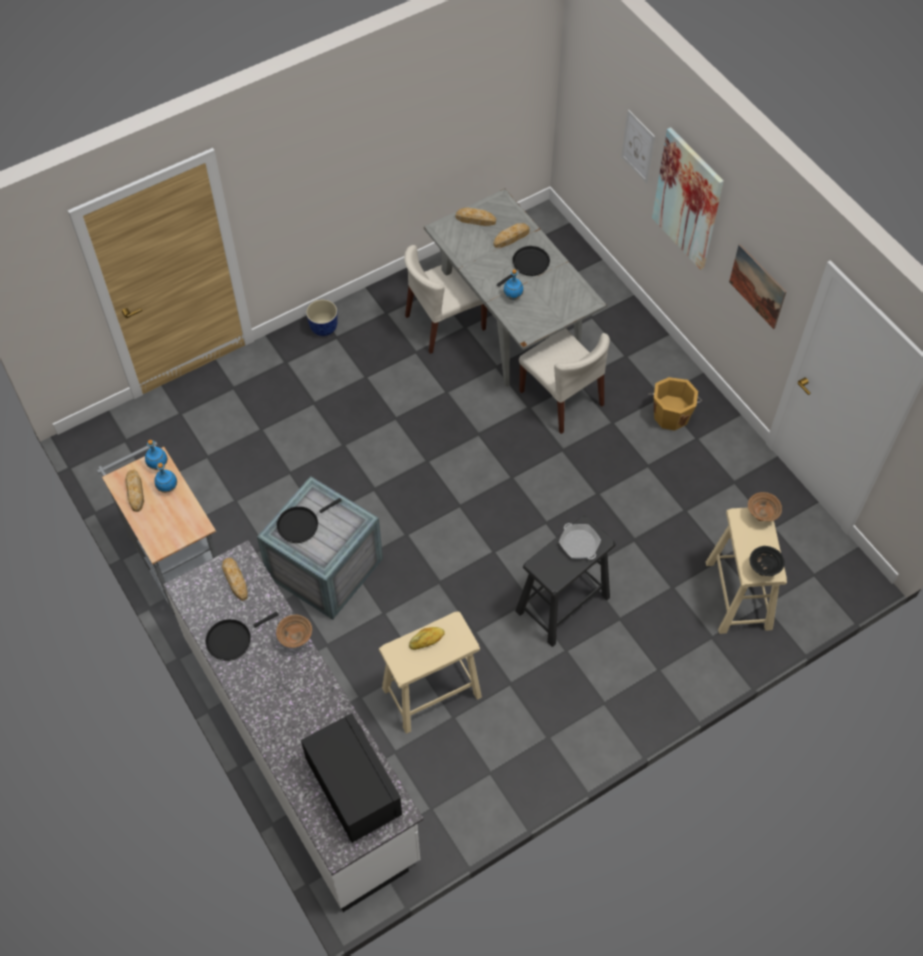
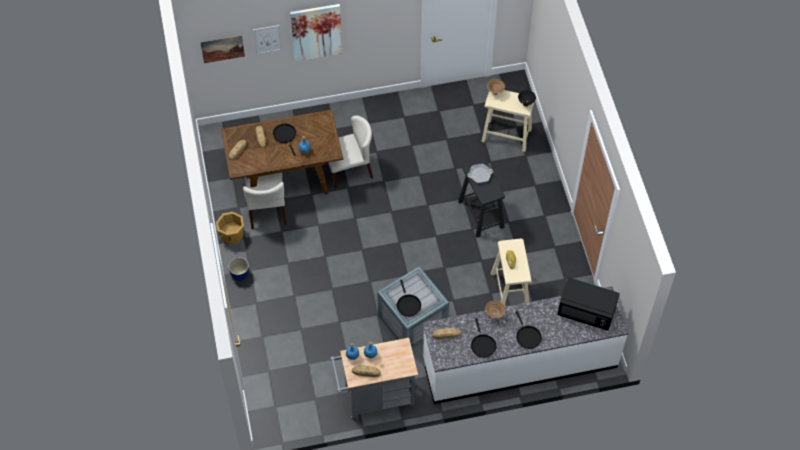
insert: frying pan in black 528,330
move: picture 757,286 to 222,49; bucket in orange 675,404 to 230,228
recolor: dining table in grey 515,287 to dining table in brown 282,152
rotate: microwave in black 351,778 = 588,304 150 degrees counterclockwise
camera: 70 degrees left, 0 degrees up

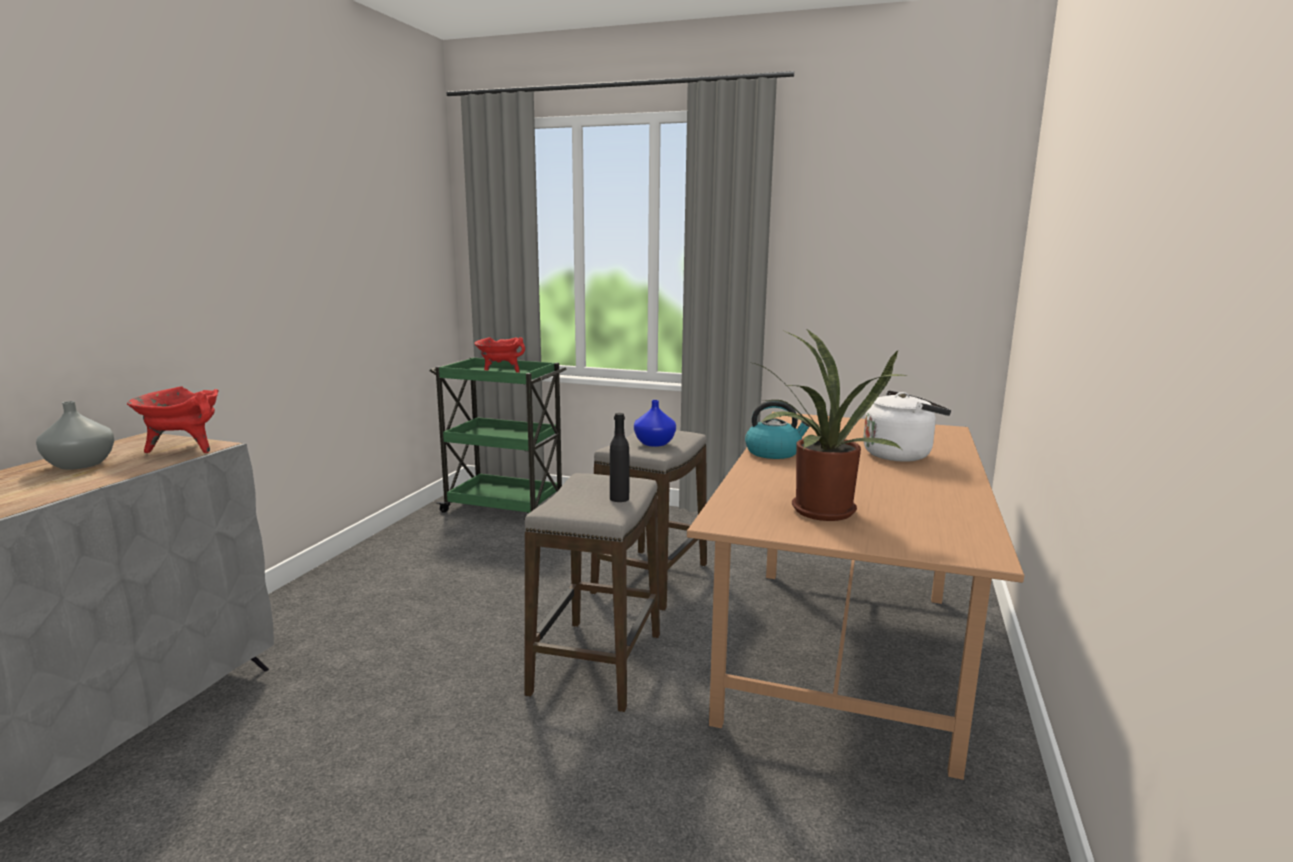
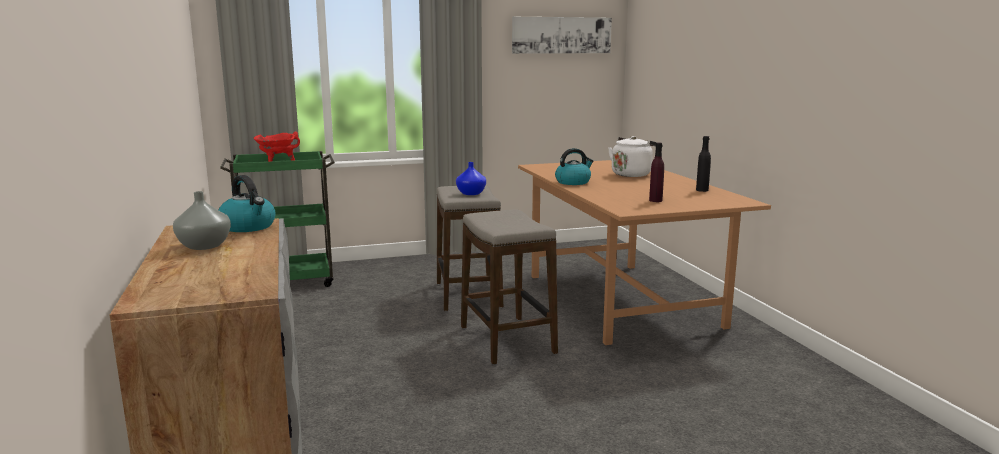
insert: picture 562,35
move: bottle in black 619,457 to 703,164
replace: potted plant 828,425 to bottle in purple 656,172; cooking pot in red 173,419 to kettle 247,203
camera: 35 degrees left, 0 degrees up

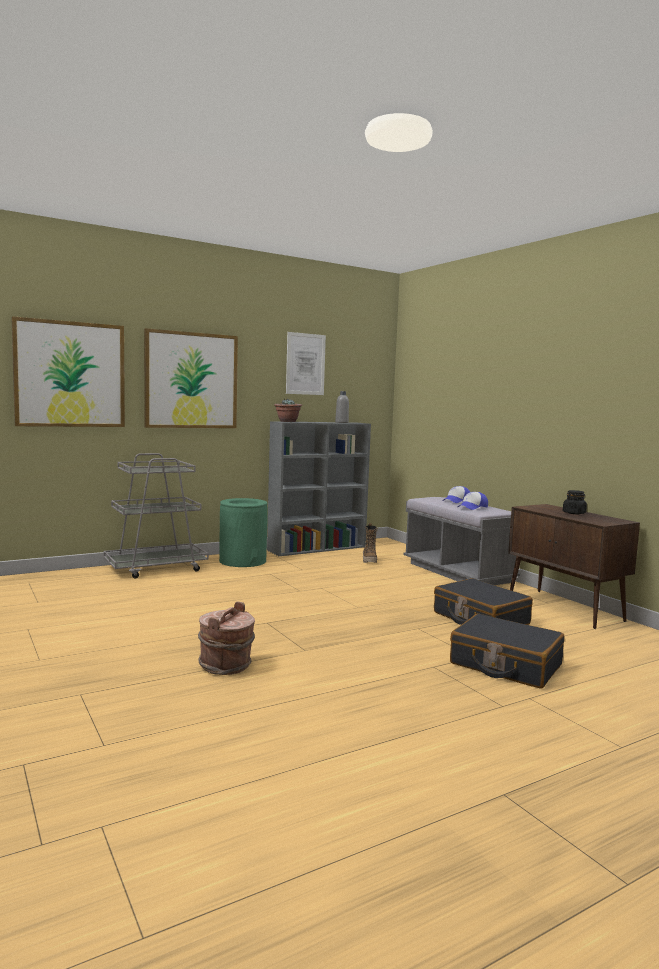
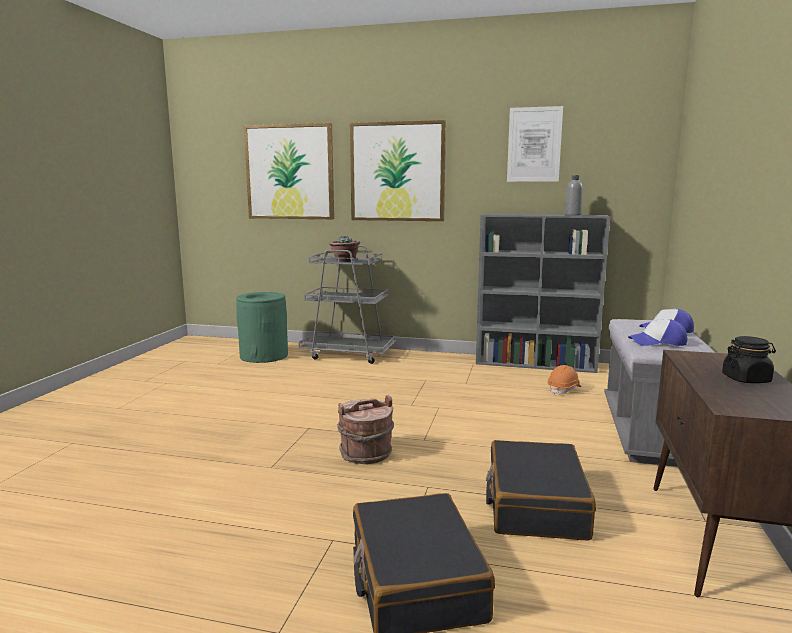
move: potted plant 288,410 to 344,249; trash can in green 243,532 to 262,327; bucket in brown 226,638 to 365,429
replace: boot 370,543 to hard hat in orange 564,380
camera: 45 degrees right, 5 degrees up

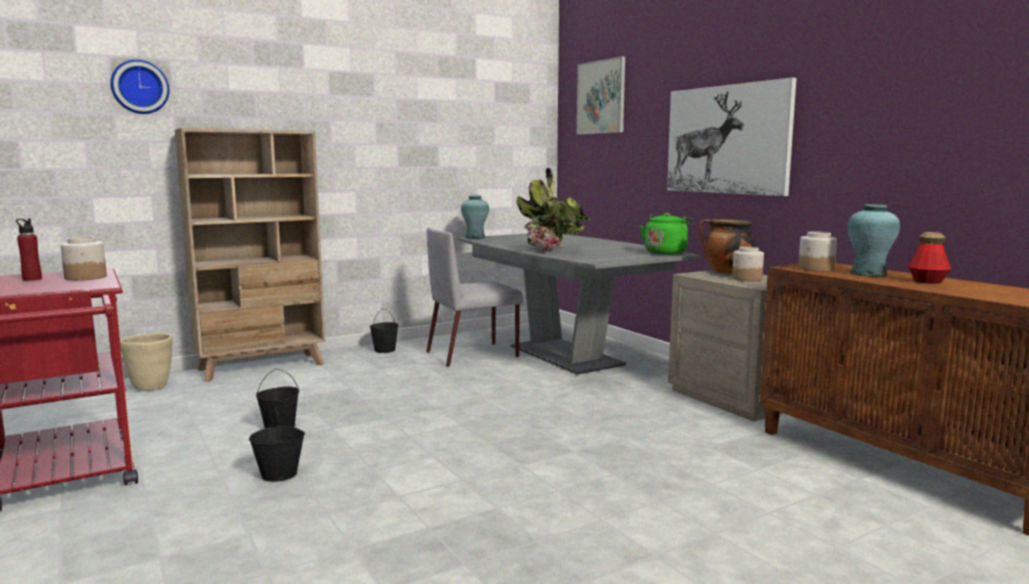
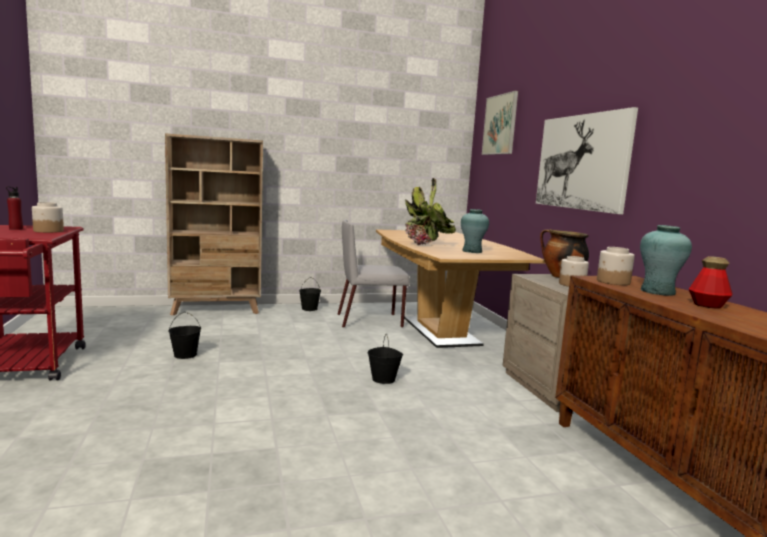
delete: wall clock 139,87; kettle in green 667,234; planter in beige 146,362
move: vase in turquoise 475,217 to 475,231; bucket in black 277,444 to 386,358
recolor: dining table in grey 579,304 to dining table in brown 460,288
camera: 15 degrees right, 0 degrees up

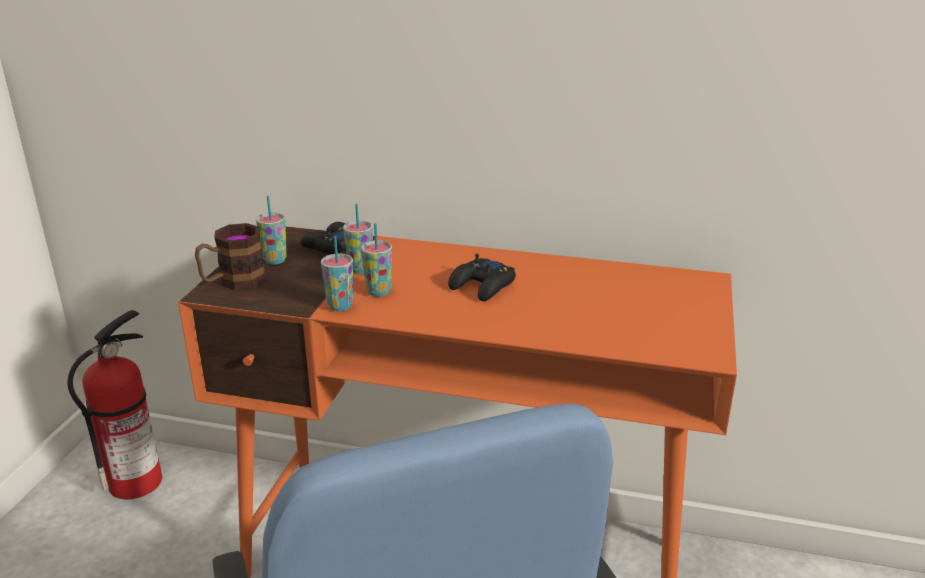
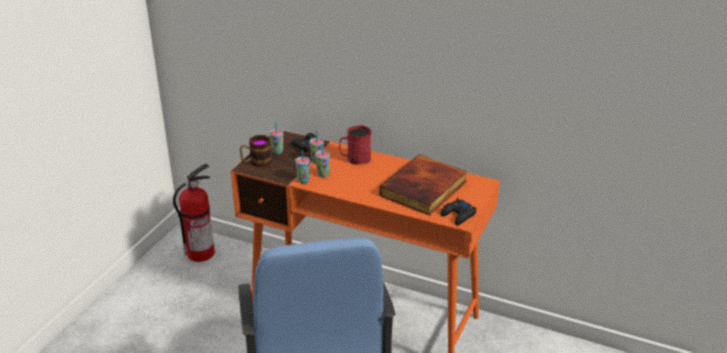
insert: mug in red 355,145; book 423,185
move: game controller in black 482,277 to 458,211
camera: 10 degrees right, 5 degrees up

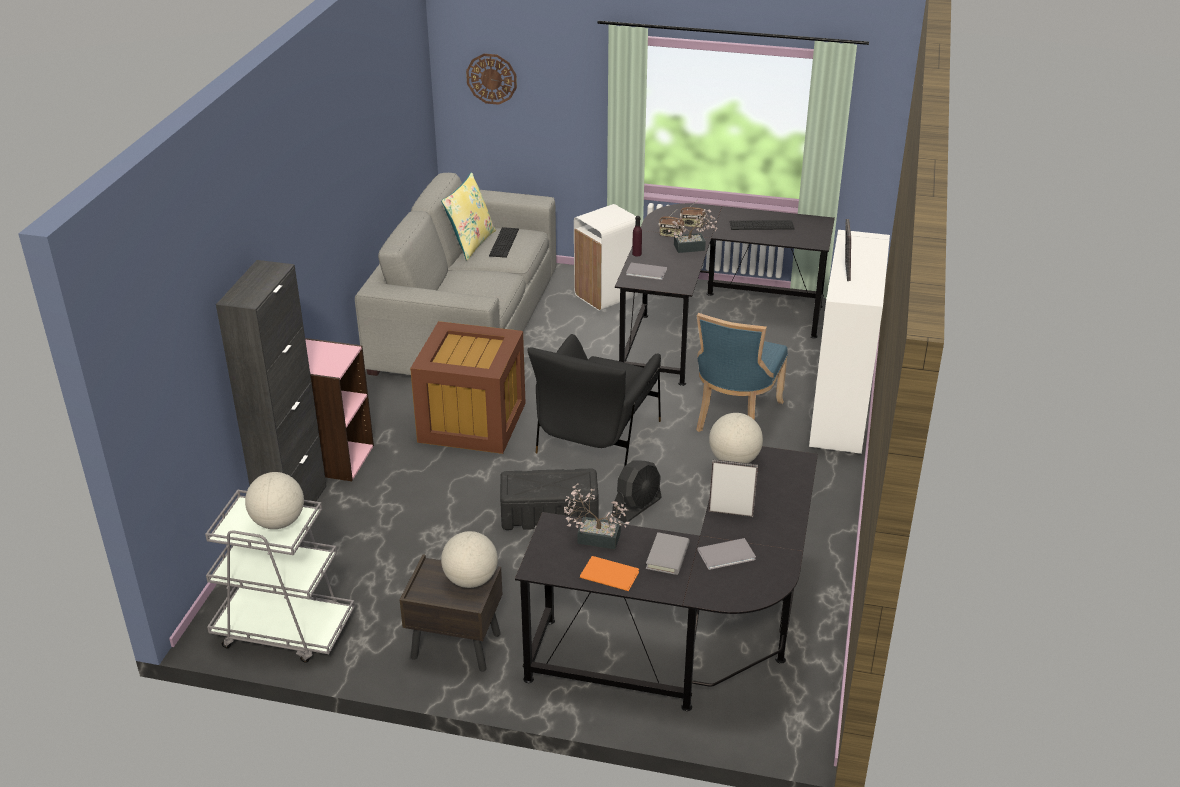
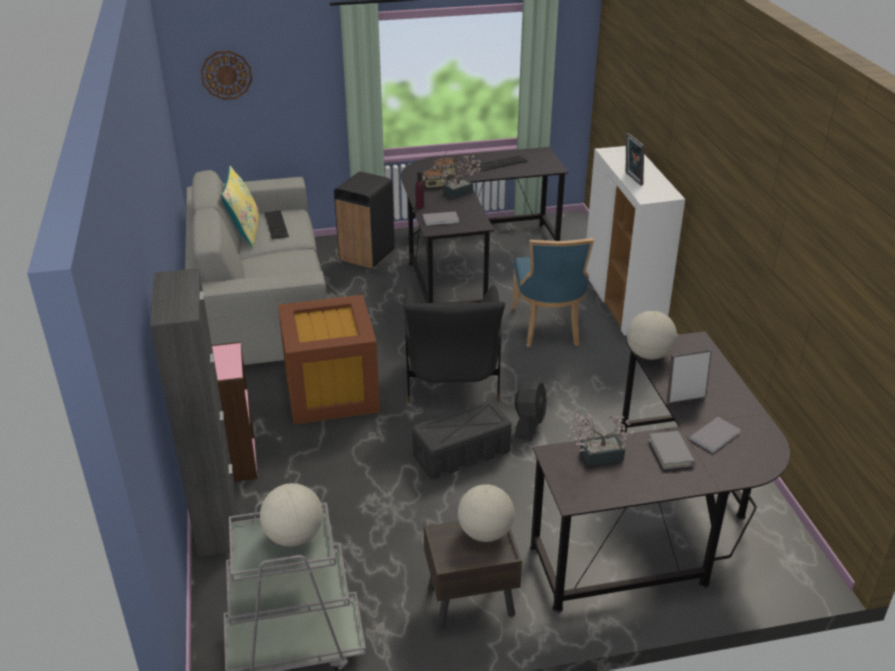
delete: book in orange 609,573
recolor: trash can in white 606,257 to trash can in black 364,220
camera: 25 degrees left, 0 degrees up

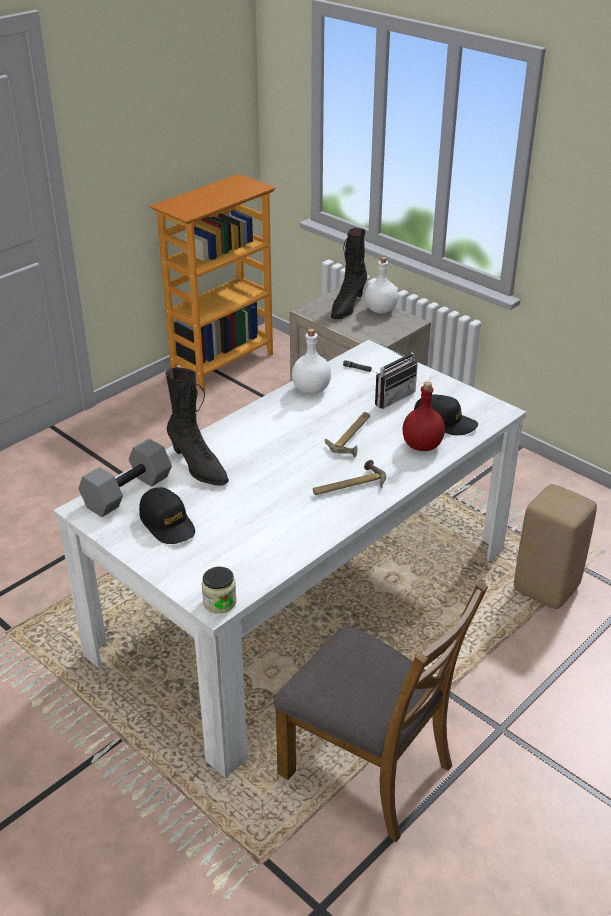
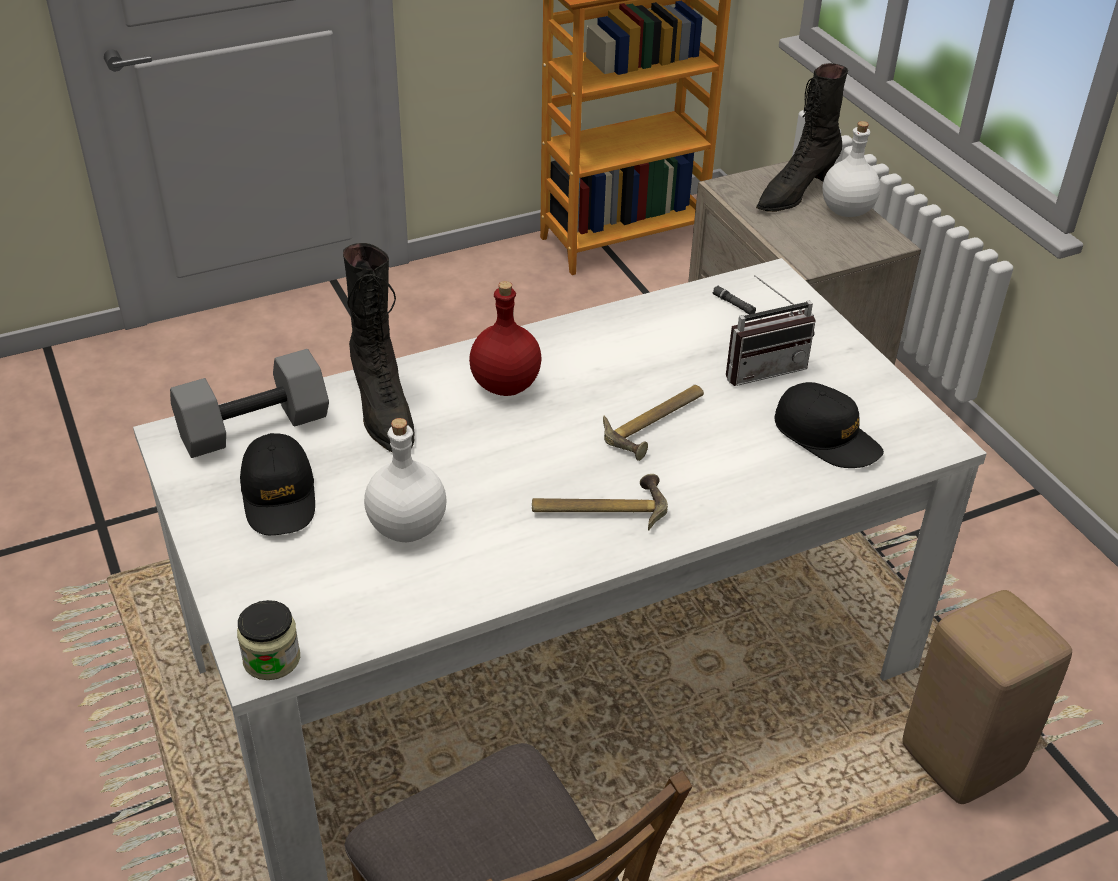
move: bottle in white 311,361 to 405,480; bottle in red 424,416 to 505,338
camera: 20 degrees right, 5 degrees up

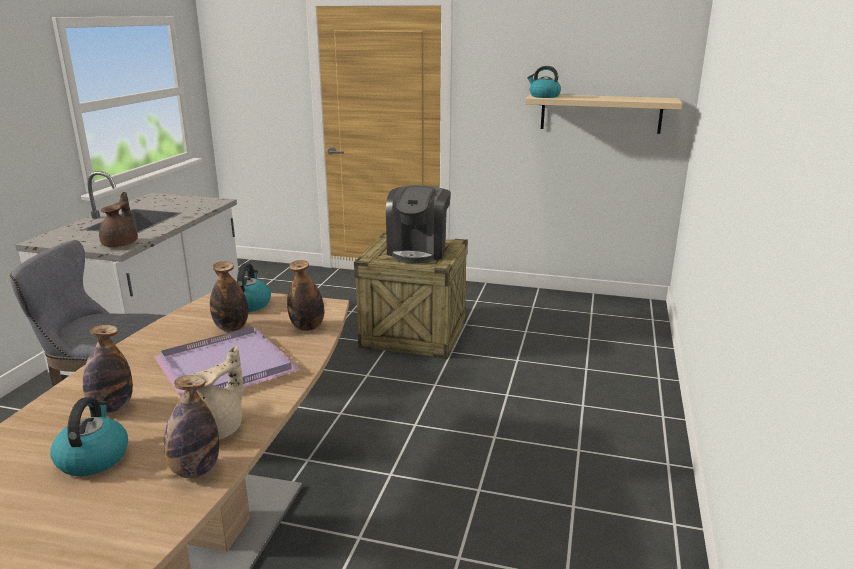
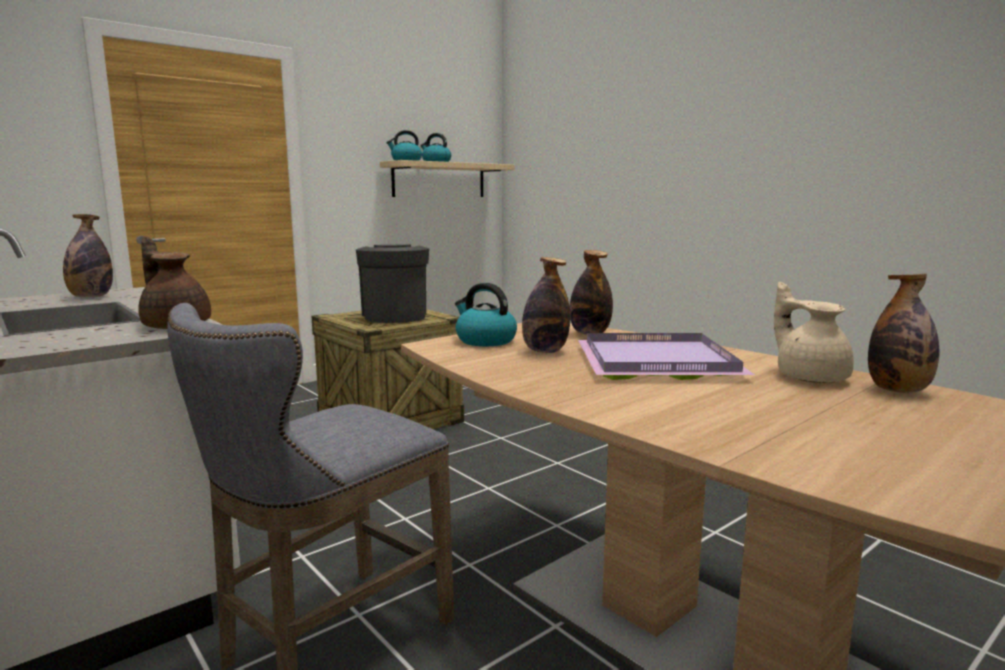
move: bottle 108,369 to 88,255; kettle 89,436 to 436,147
rotate: coffee machine 418,224 = 392,283 150 degrees counterclockwise
camera: 55 degrees left, 10 degrees down

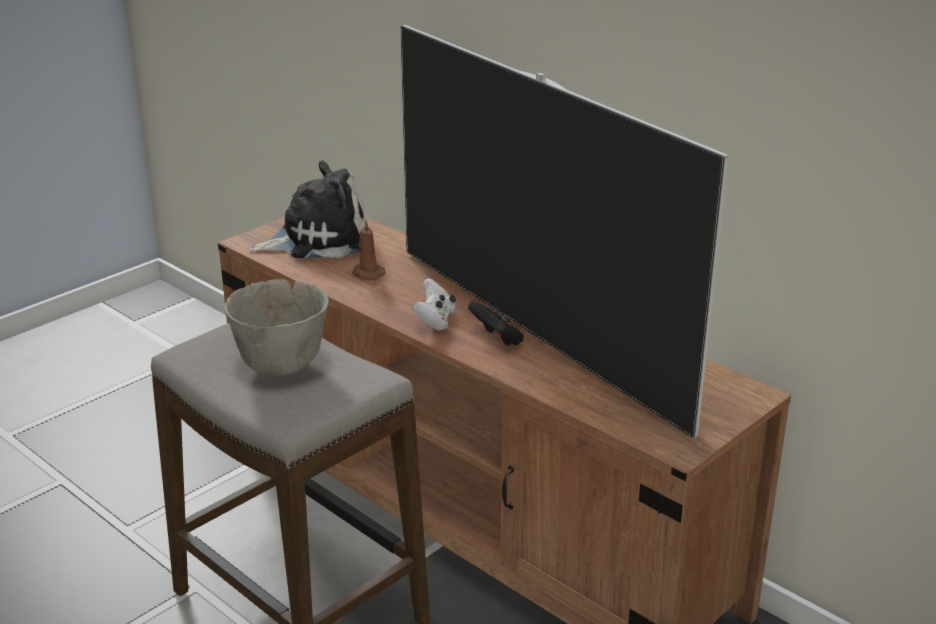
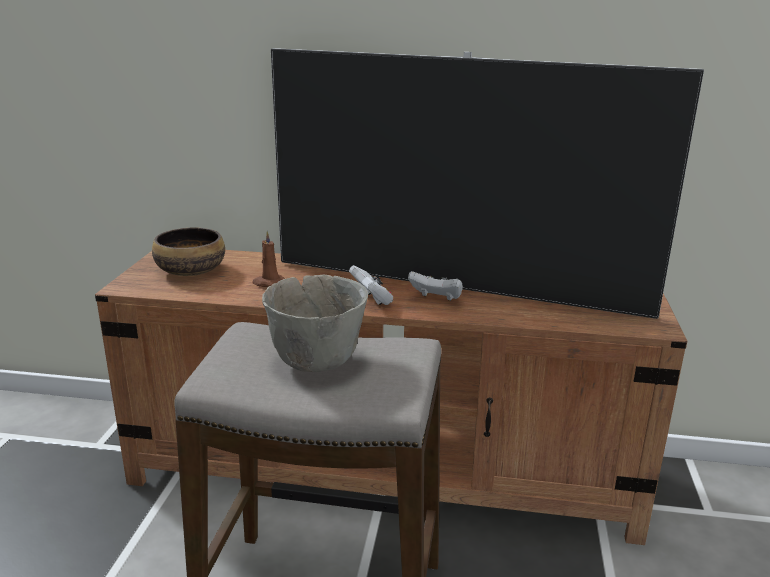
replace: plush toy 307,209 to bowl 188,251
recolor: game controller in black 496,323 to game controller in white 435,286
camera: 35 degrees left, 5 degrees down

